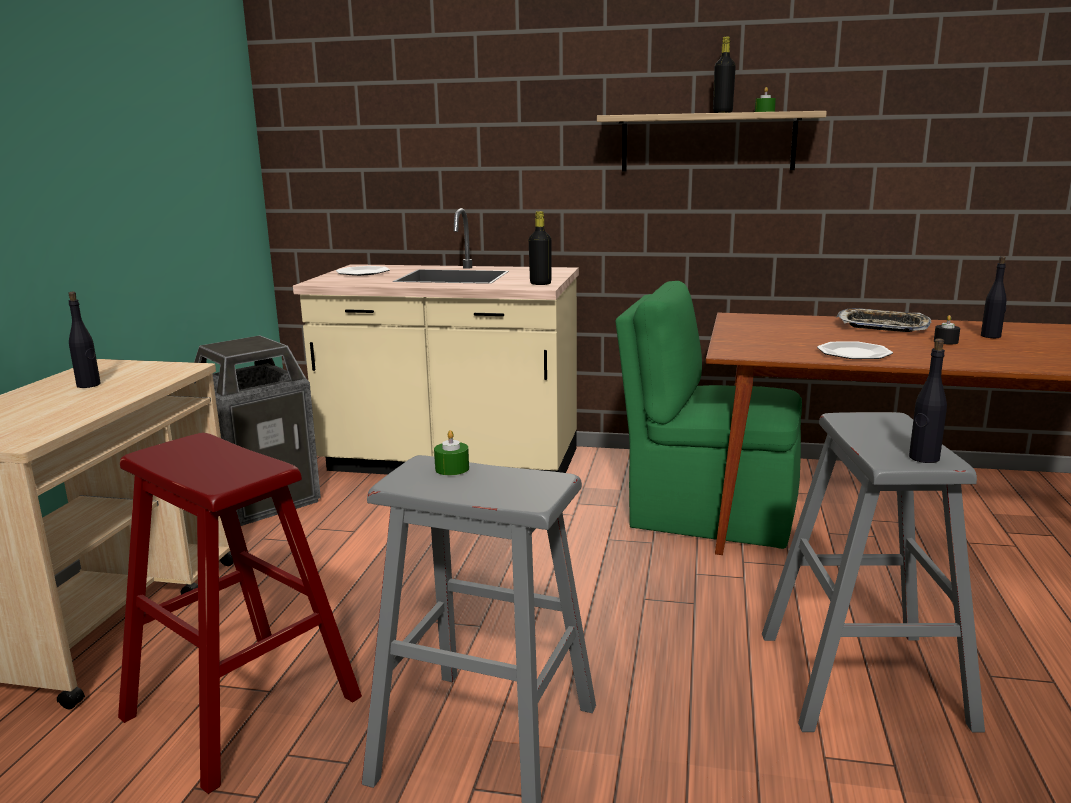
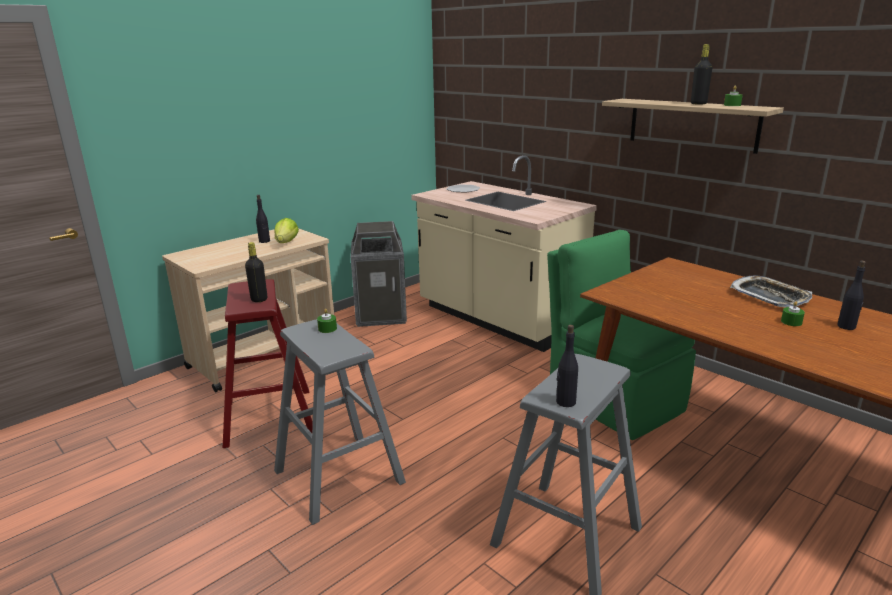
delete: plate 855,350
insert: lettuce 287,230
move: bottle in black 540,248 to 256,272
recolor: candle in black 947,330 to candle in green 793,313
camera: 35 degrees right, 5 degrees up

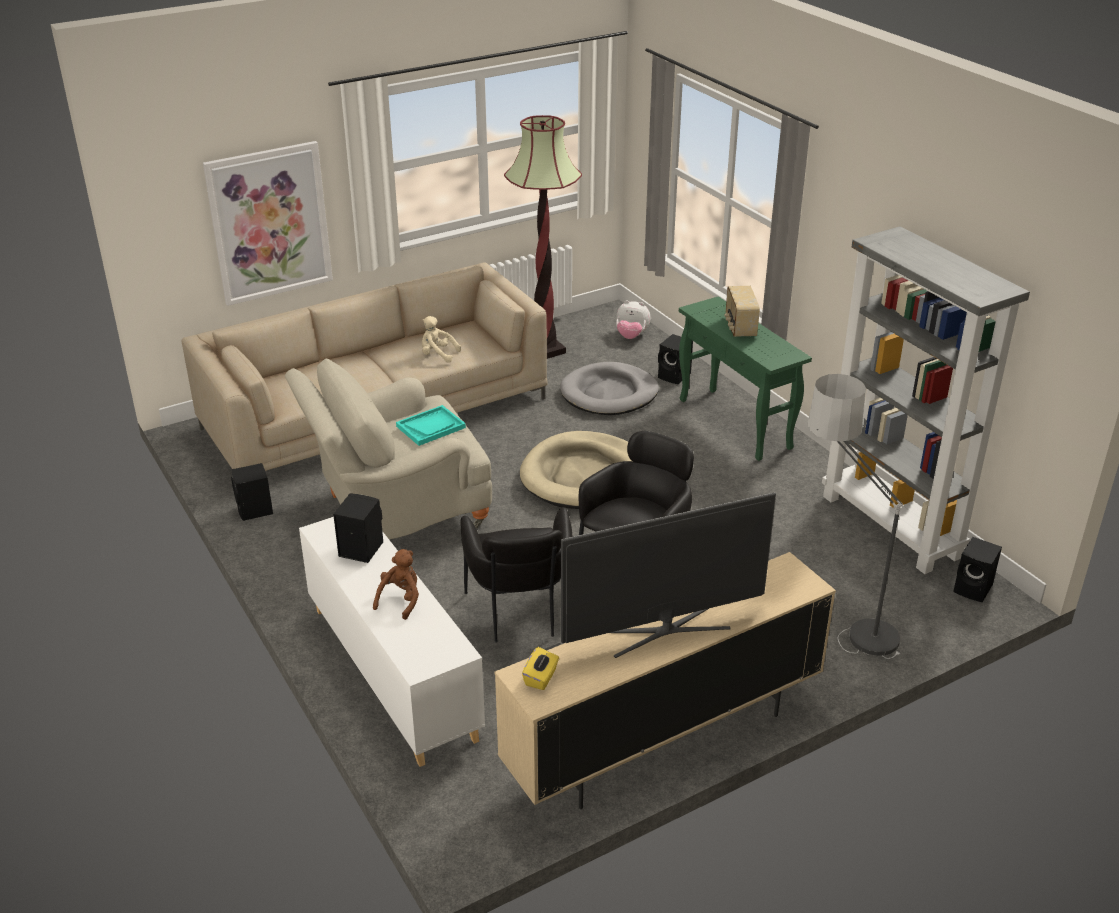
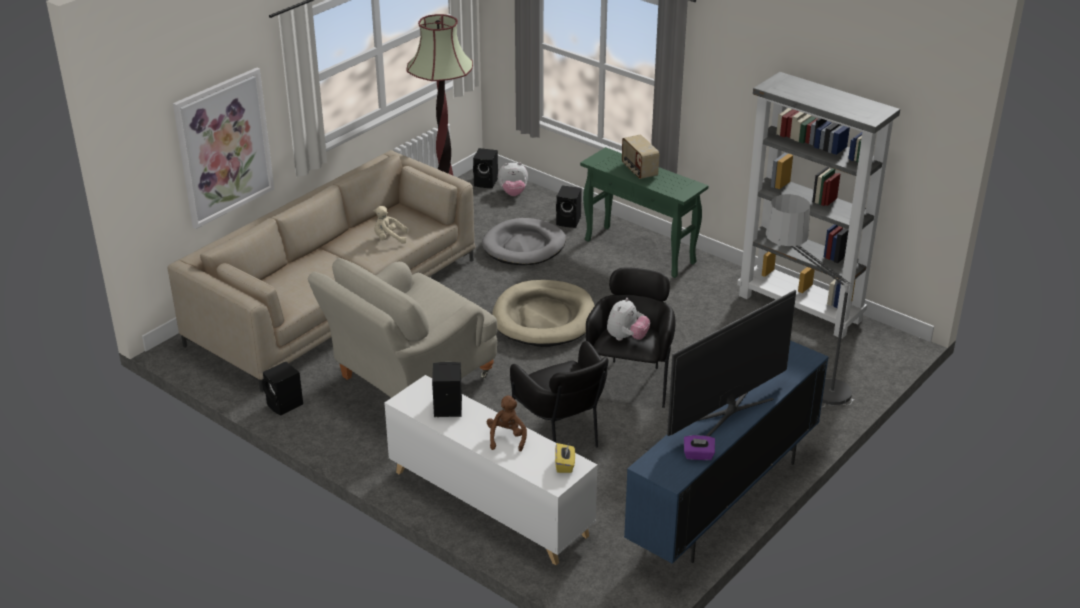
delete: tray in turquoise 431,425
insert: plush toy 628,319; tissue box in purple 699,447
move: speaker in black 977,569 to 485,168; tissue box in yellow 540,668 to 565,458
recolor: tv stand in beige 665,680 to tv stand in blue 726,452
camera: 20 degrees left, 0 degrees up

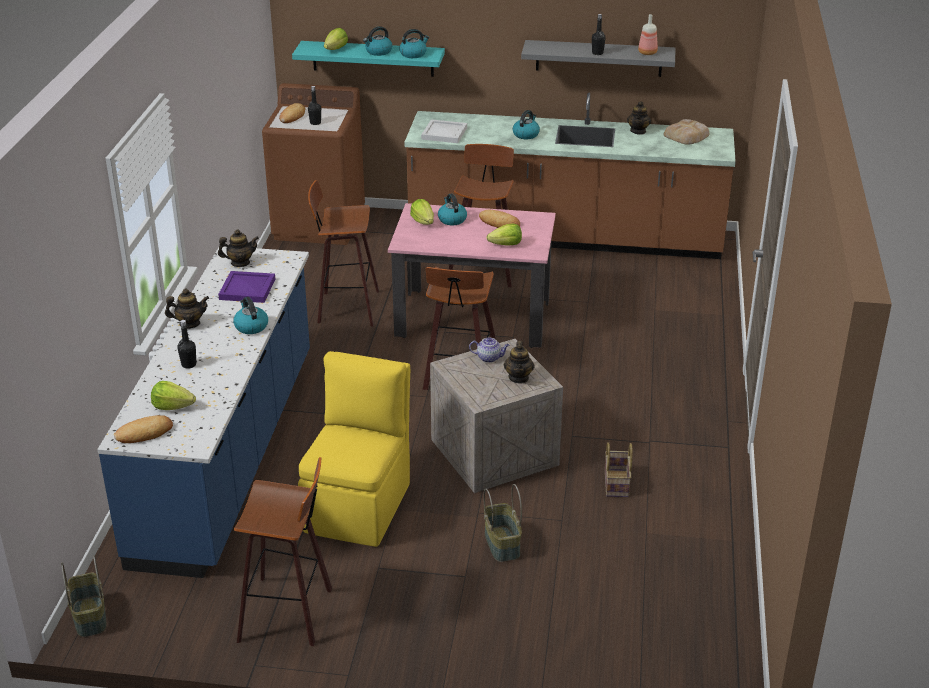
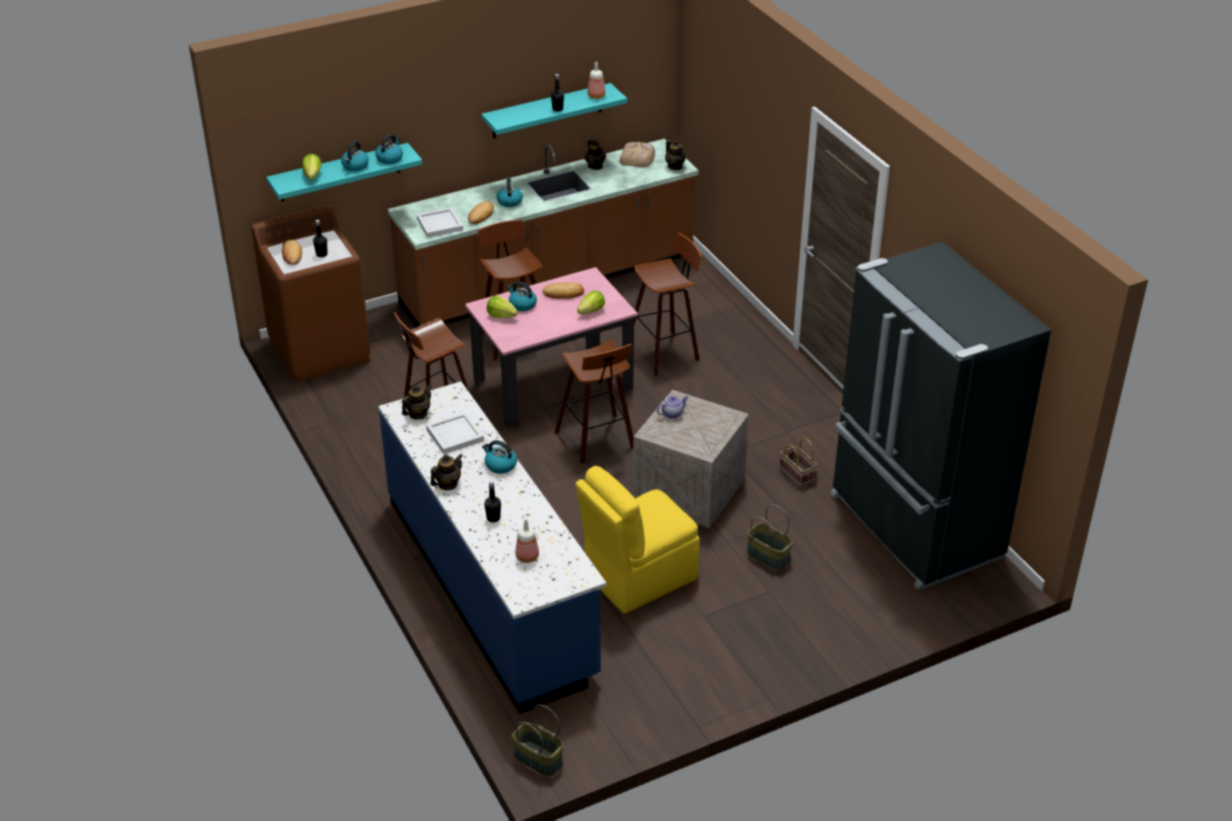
insert: fridge in black 940,416
move: teapot 519,362 to 675,155; bread 143,429 to 481,212; stool 283,551 to 667,304
replace: lettuce 173,395 to bottle 527,541
recolor: shelf in grey 598,58 to shelf in turquoise 554,110; tray in purple 246,287 to tray in white 455,433
rotate: chair in yellow 354,449 = 637,540 105 degrees counterclockwise
camera: 35 degrees left, 5 degrees up

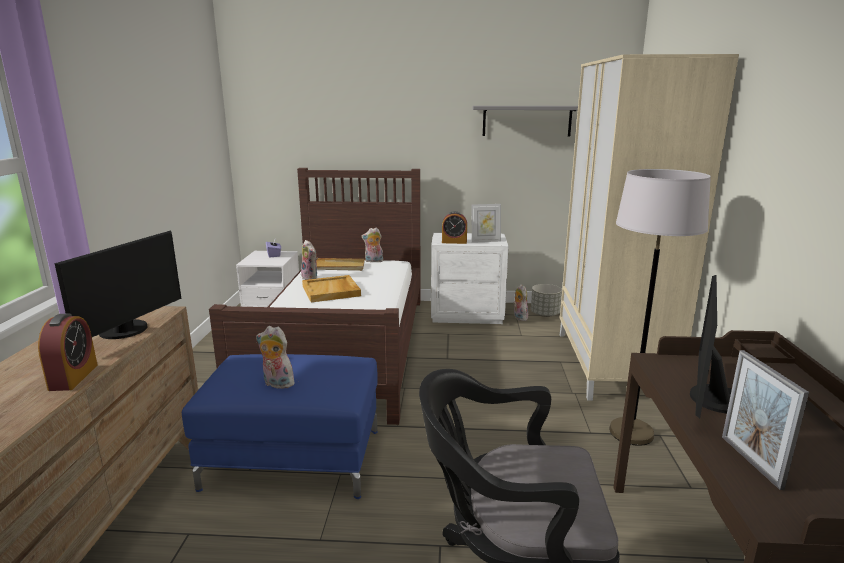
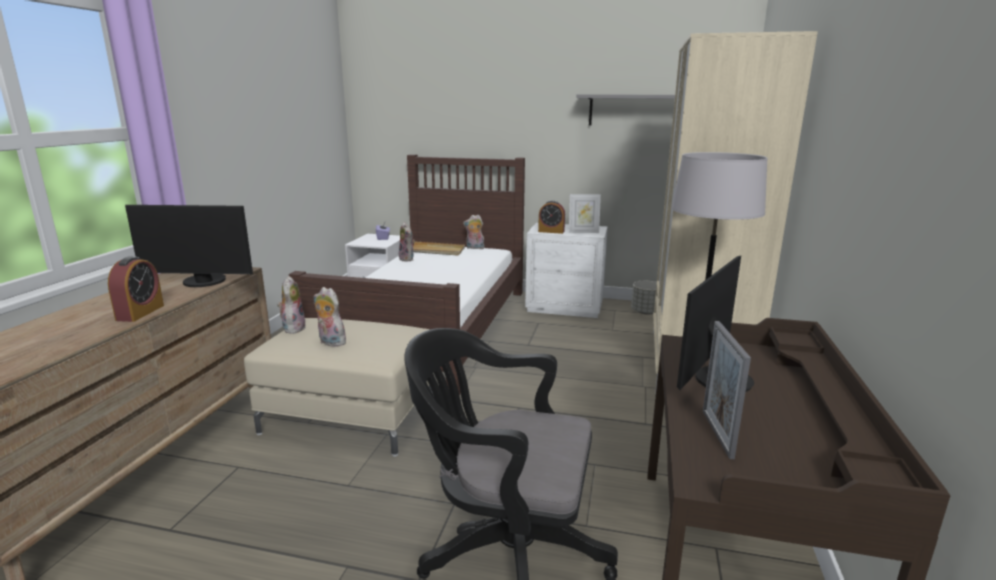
delete: tray in beige 331,288
move: plush toy 520,302 to 291,305
recolor: ottoman in blue 280,426 to ottoman in beige 339,387
rotate: monitor 118,284 = 189,246 60 degrees clockwise
camera: 10 degrees right, 0 degrees up

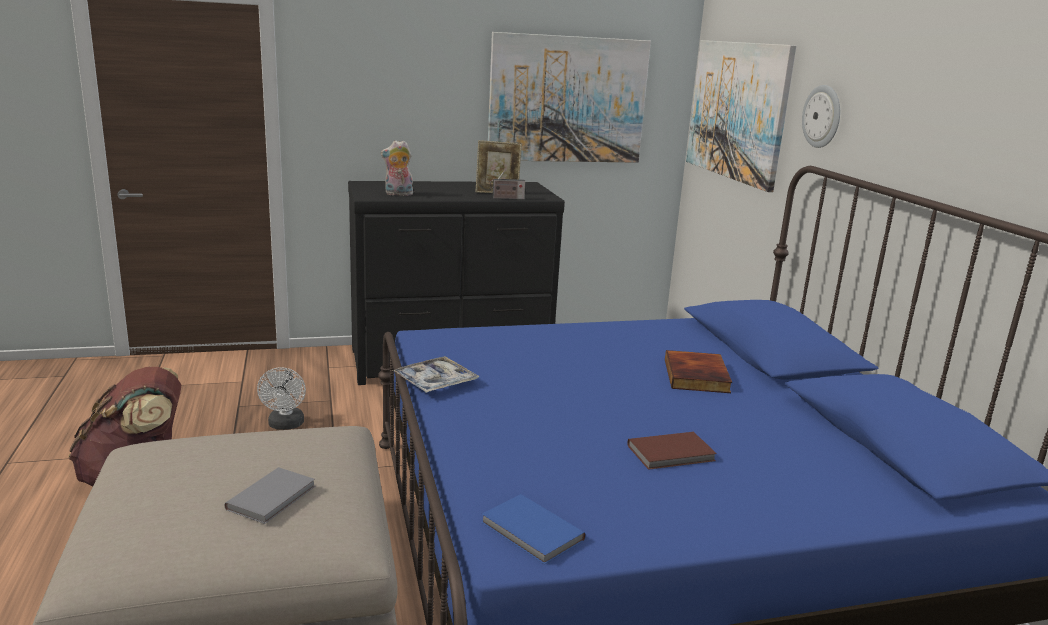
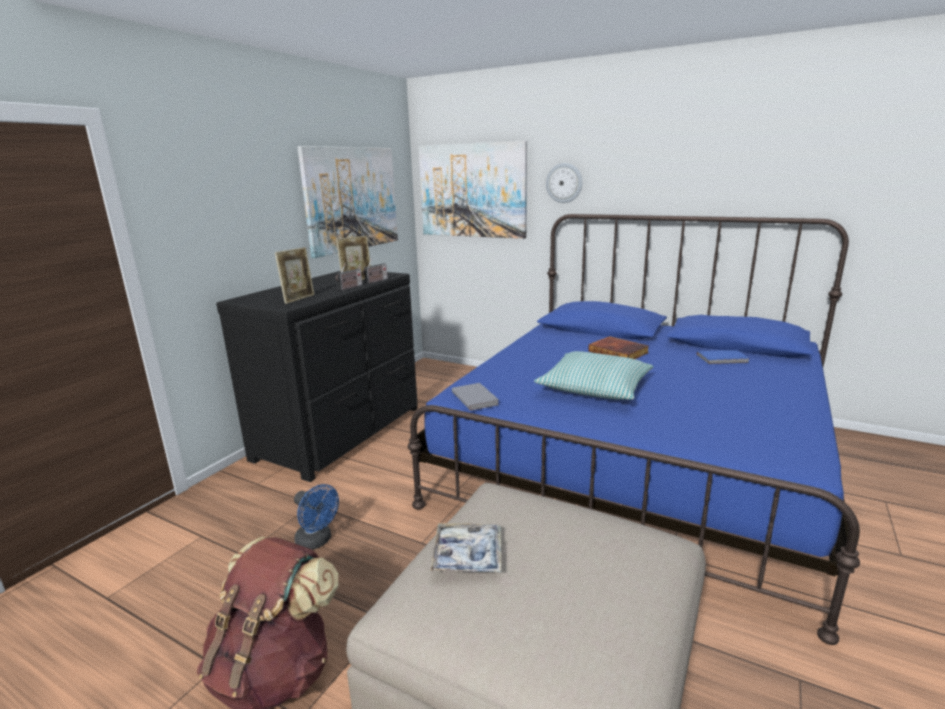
delete: book in brown 672,451
insert: radio 349,276; pillow 594,375
move: tray 436,374 to 465,547; book in grey 270,495 to 475,397; book in blue 533,529 to 723,357
replace: plush toy 396,168 to picture frame 294,275
recolor: fan in white 281,398 to fan in blue 316,517
camera: 45 degrees left, 0 degrees up

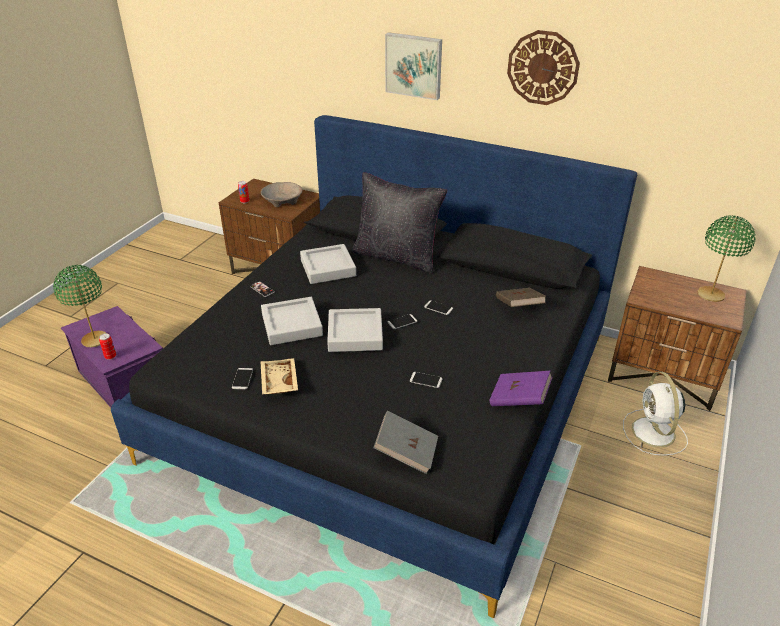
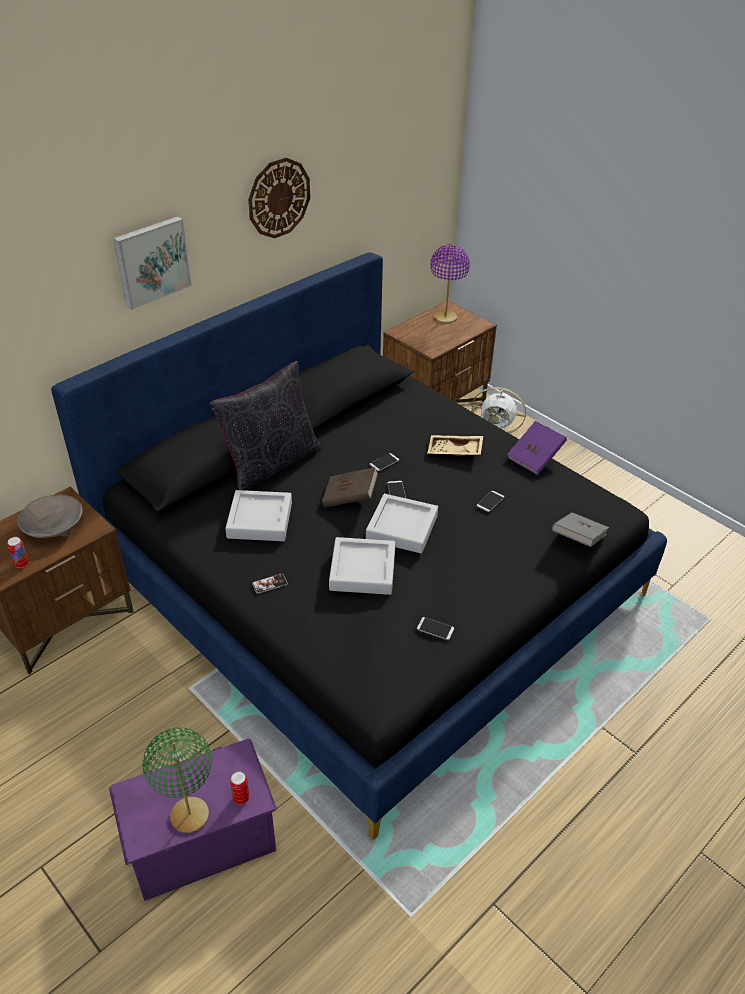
move: book in brown 521,297 to 350,487; tray in beige 279,376 to 455,445
recolor: table lamp in green 727,258 to table lamp in purple 450,283
camera: 70 degrees left, 5 degrees up

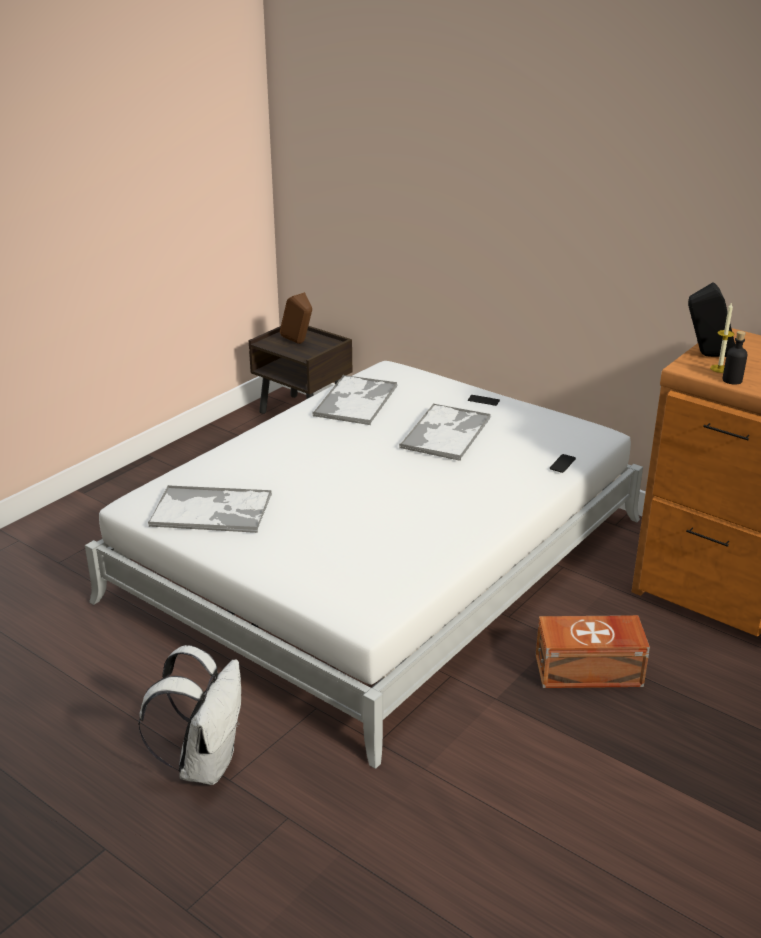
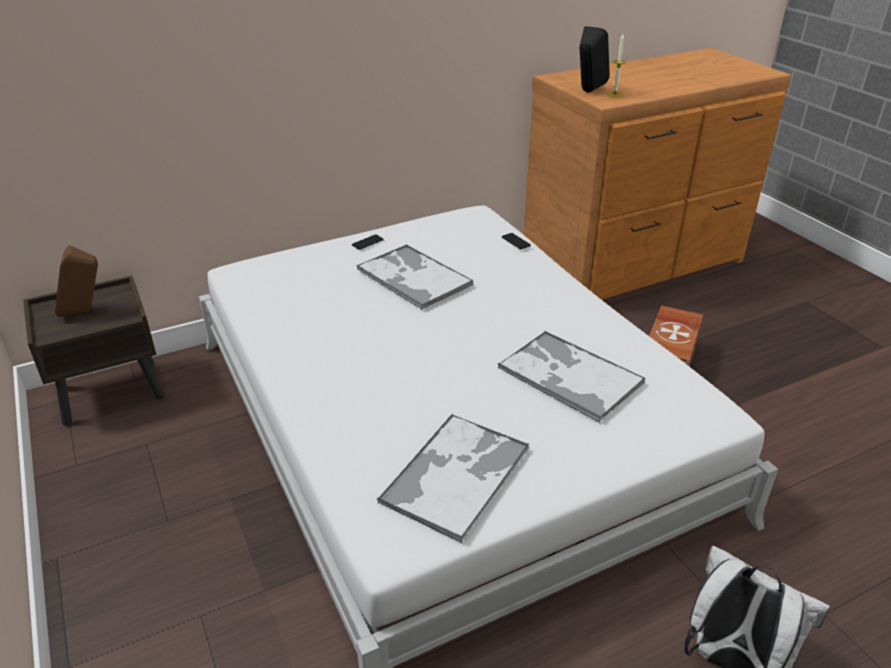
delete: bottle in black 735,358
move: tray 355,400 to 571,376
camera: 65 degrees left, 5 degrees up

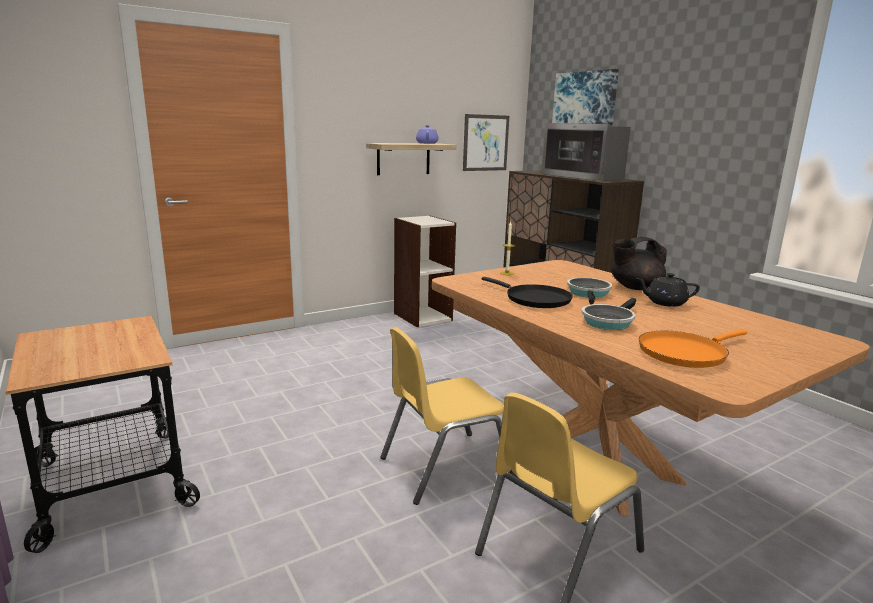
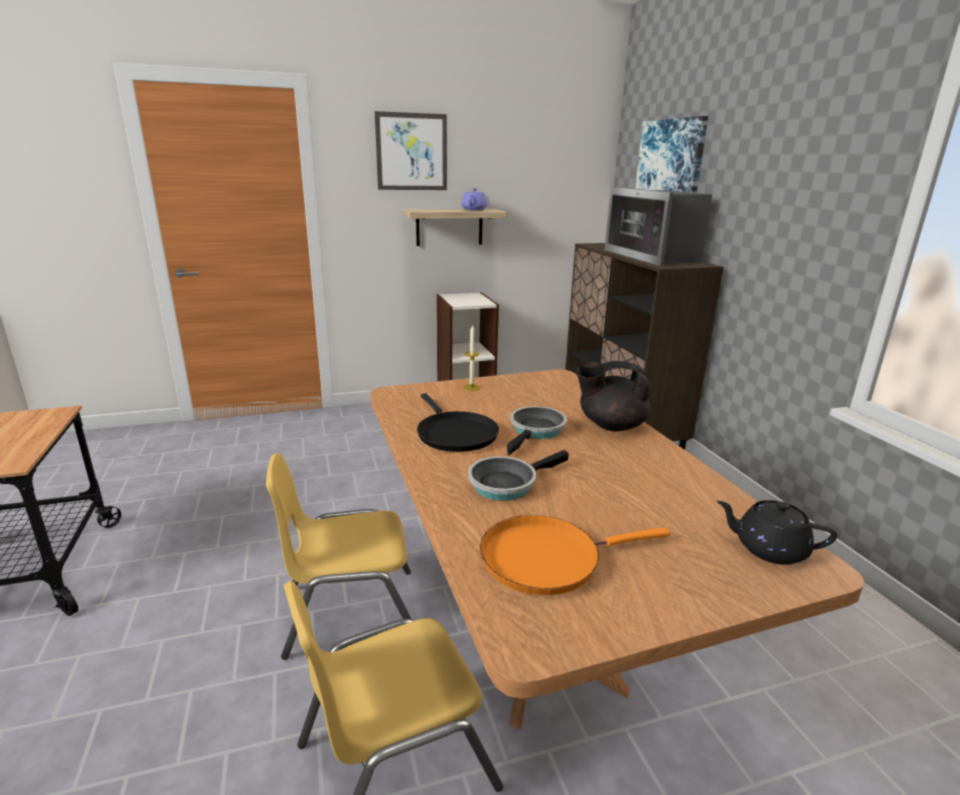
move: picture 486,142 to 411,150; teapot in black 668,290 to 777,532
camera: 15 degrees right, 5 degrees up

